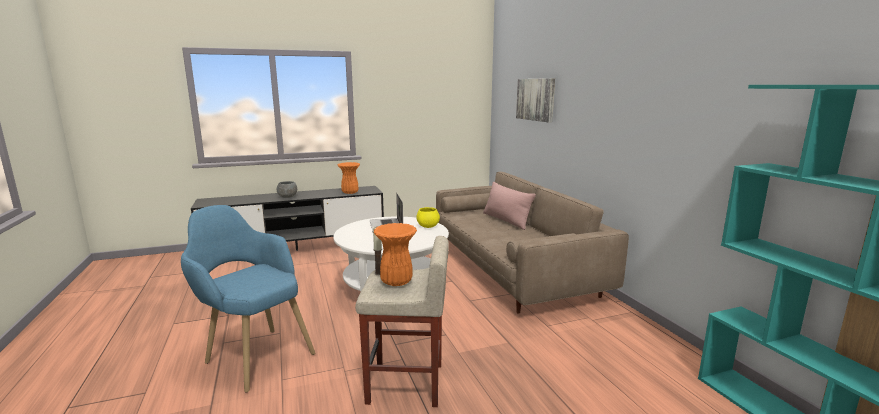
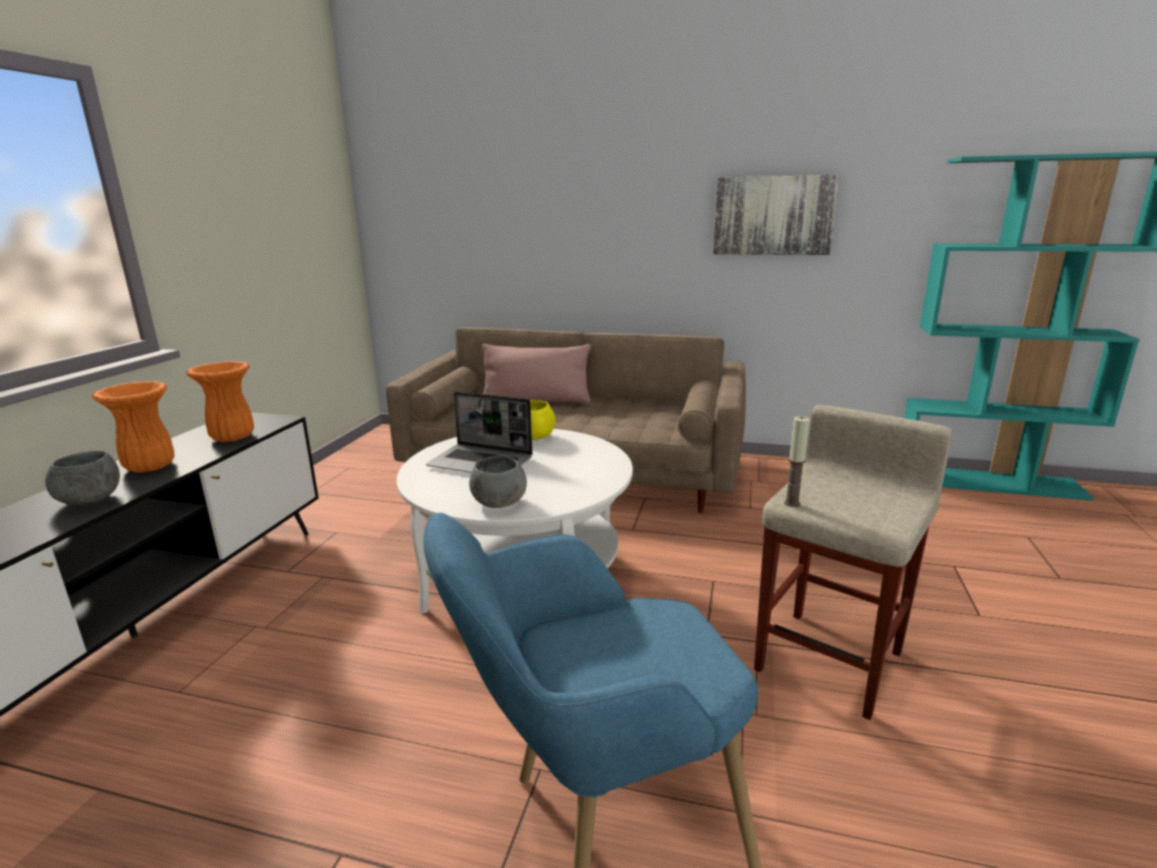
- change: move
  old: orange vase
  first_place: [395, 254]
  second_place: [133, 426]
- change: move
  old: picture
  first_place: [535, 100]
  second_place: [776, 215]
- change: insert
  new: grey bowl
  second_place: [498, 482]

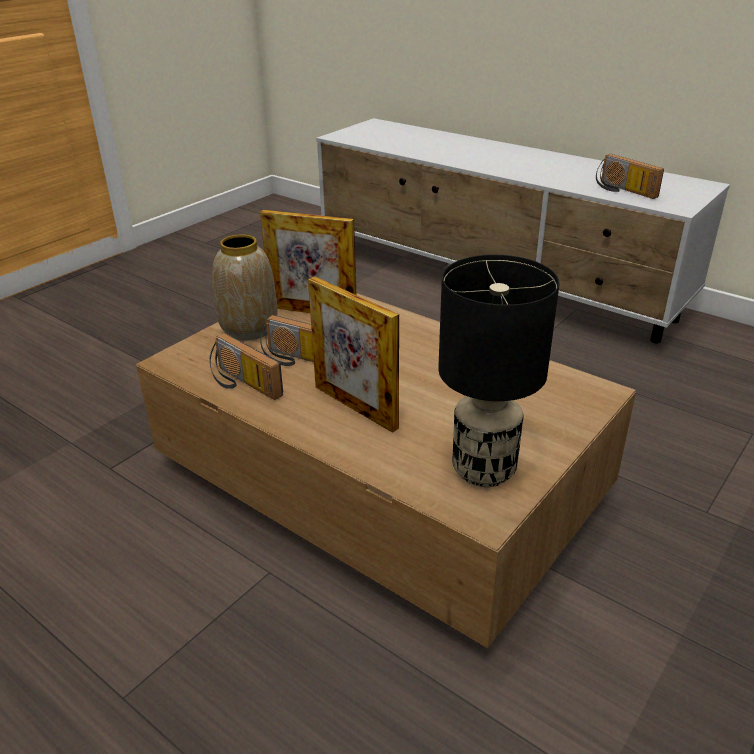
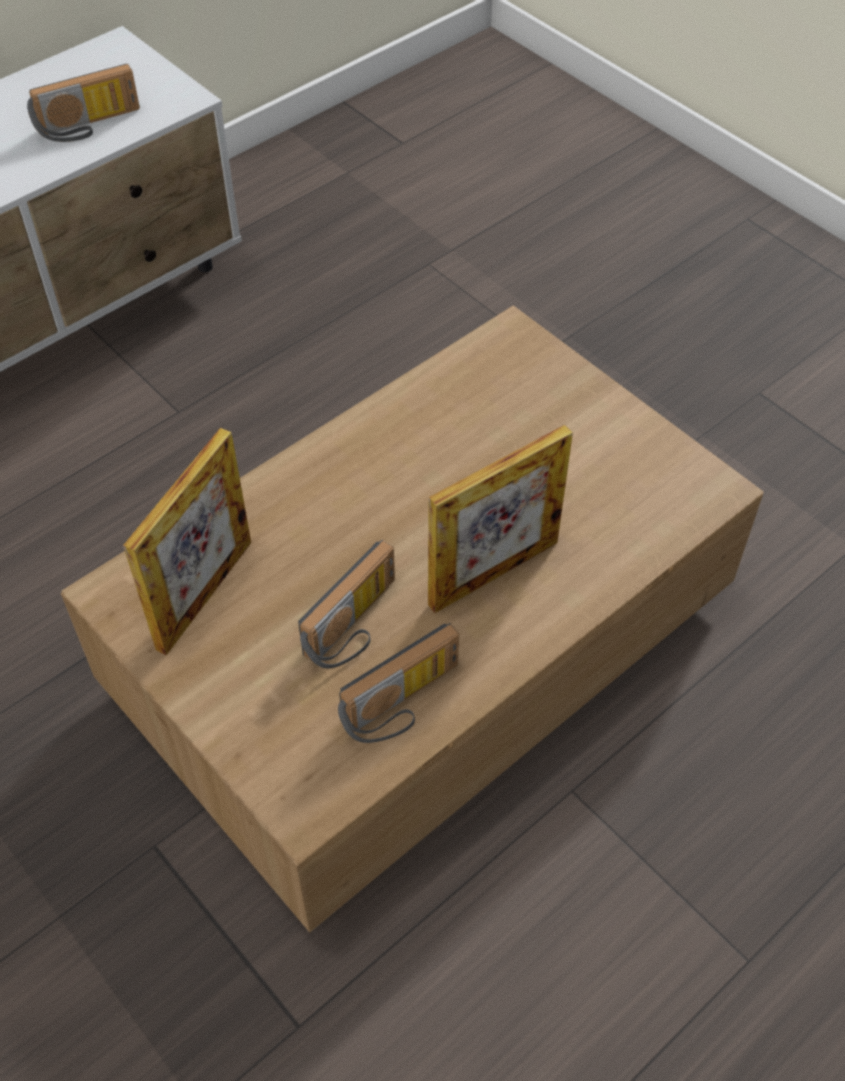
- change: delete
  old: vase
  first_place: [244, 288]
- change: delete
  old: black table lamp
  first_place: [499, 371]

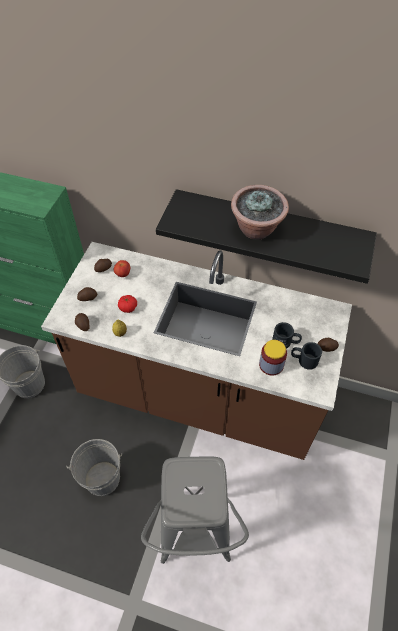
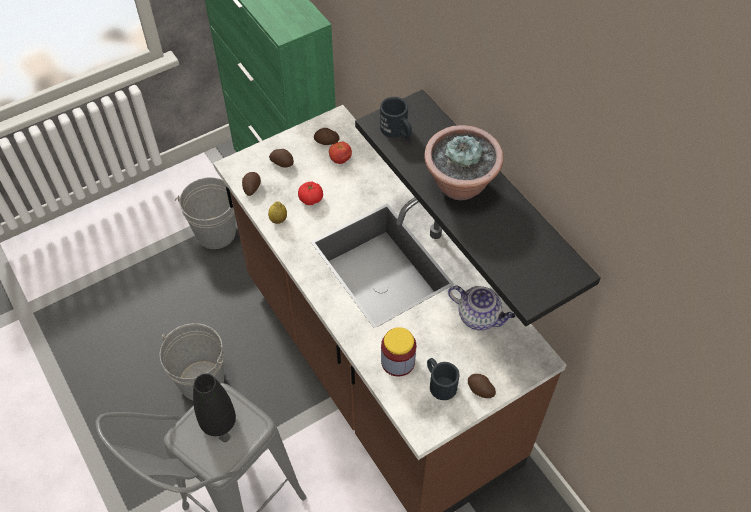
- change: move
  old: black mug
  first_place: [287, 335]
  second_place: [396, 117]
- change: insert
  new: black vase
  second_place: [214, 405]
- change: insert
  new: teapot
  second_place: [481, 308]

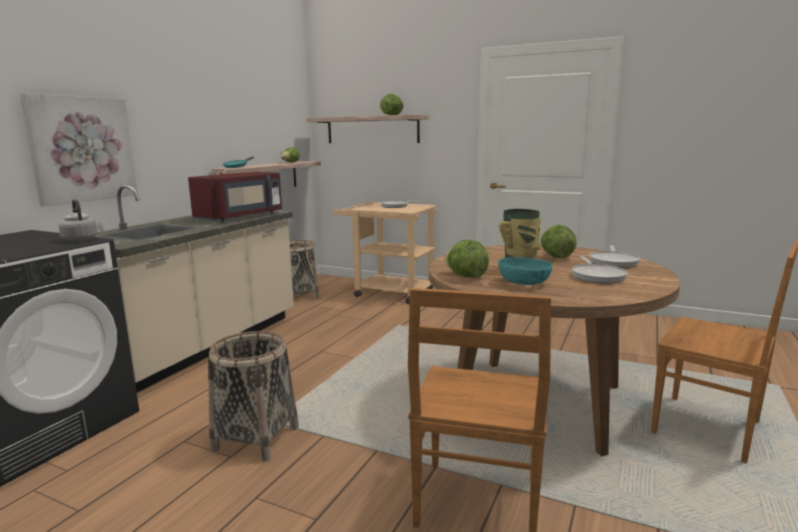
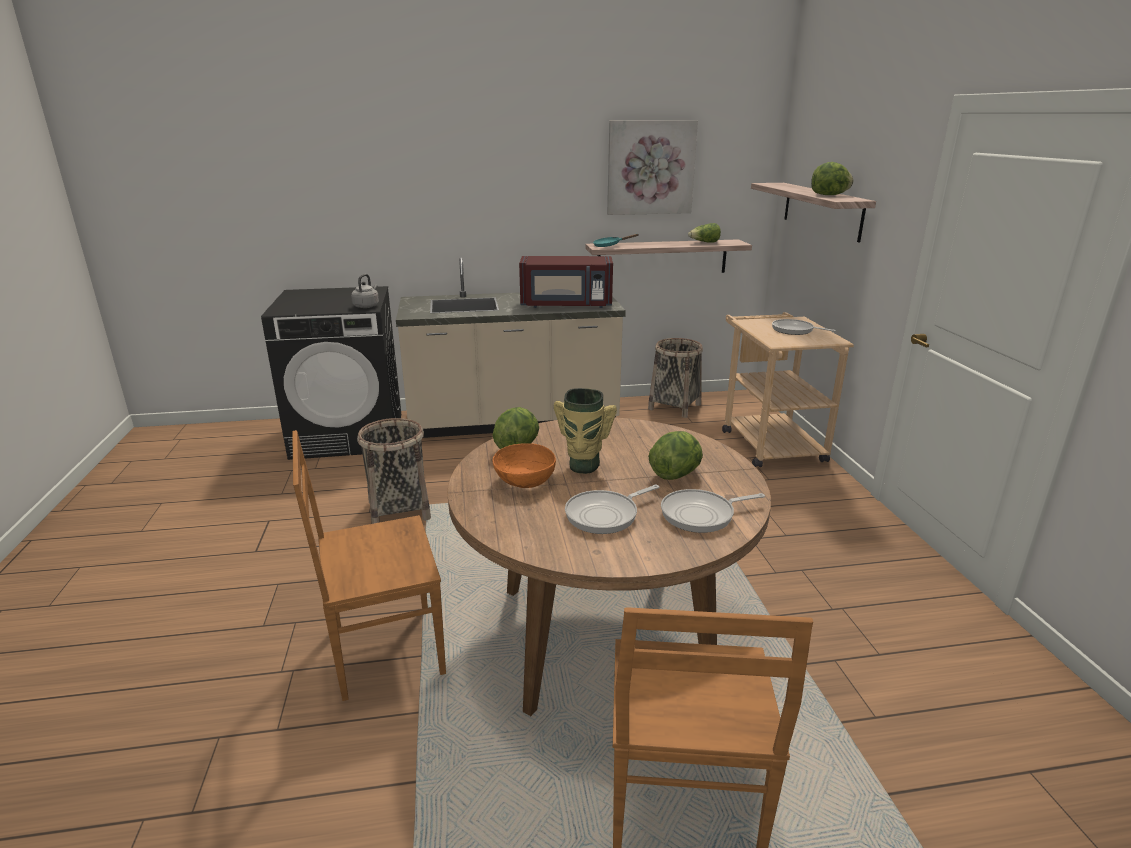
- change: move
  old: picture
  first_place: [79, 149]
  second_place: [652, 167]
- change: recolor
  old: turquoise bowl
  new: orange bowl
  first_place: [525, 271]
  second_place: [524, 465]

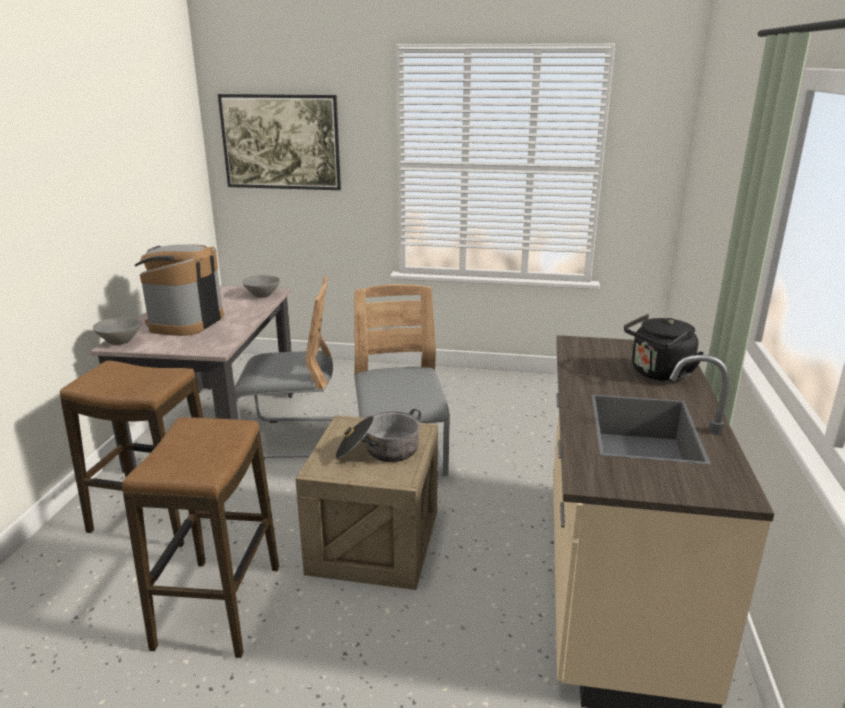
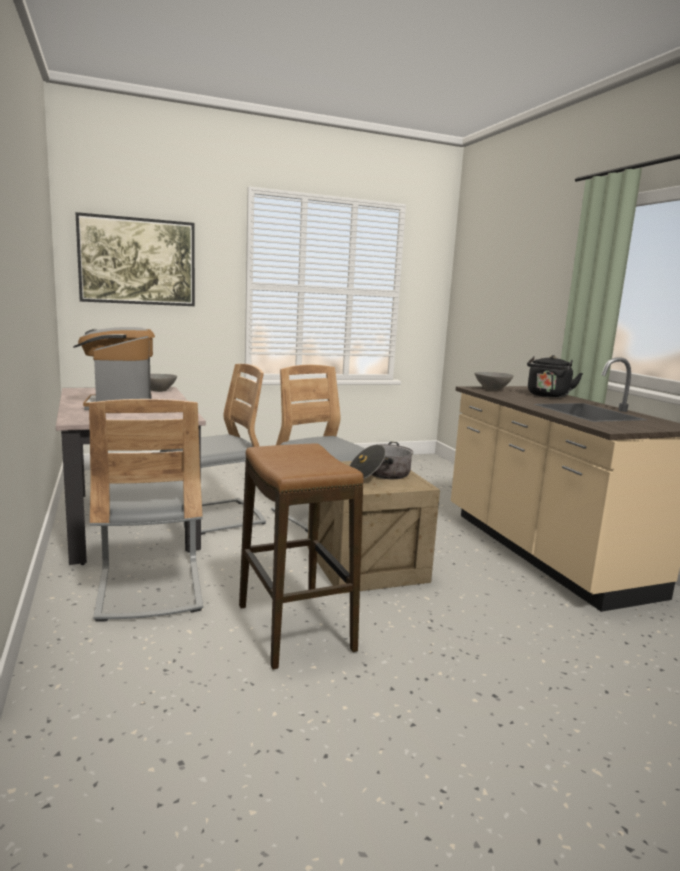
- change: replace
  old: stool
  new: grey chair
  first_place: [131, 454]
  second_place: [146, 510]
- change: move
  old: grey bowl
  first_place: [117, 331]
  second_place: [494, 381]

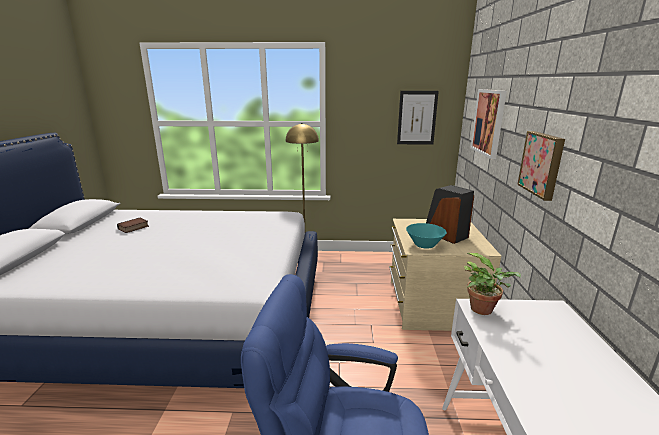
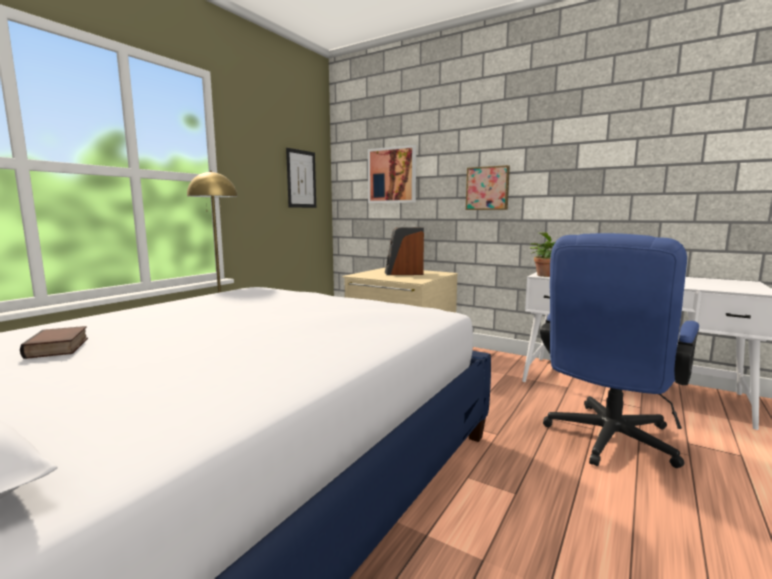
- change: delete
  old: turquoise bowl
  first_place: [426, 236]

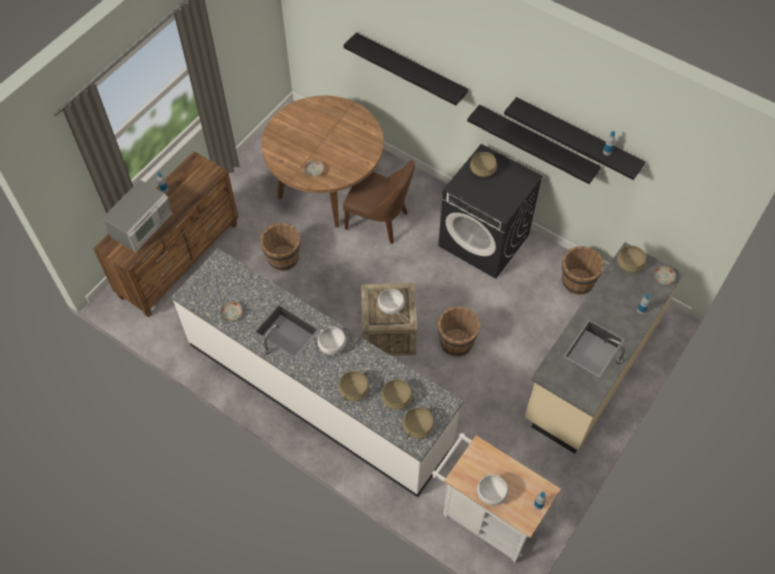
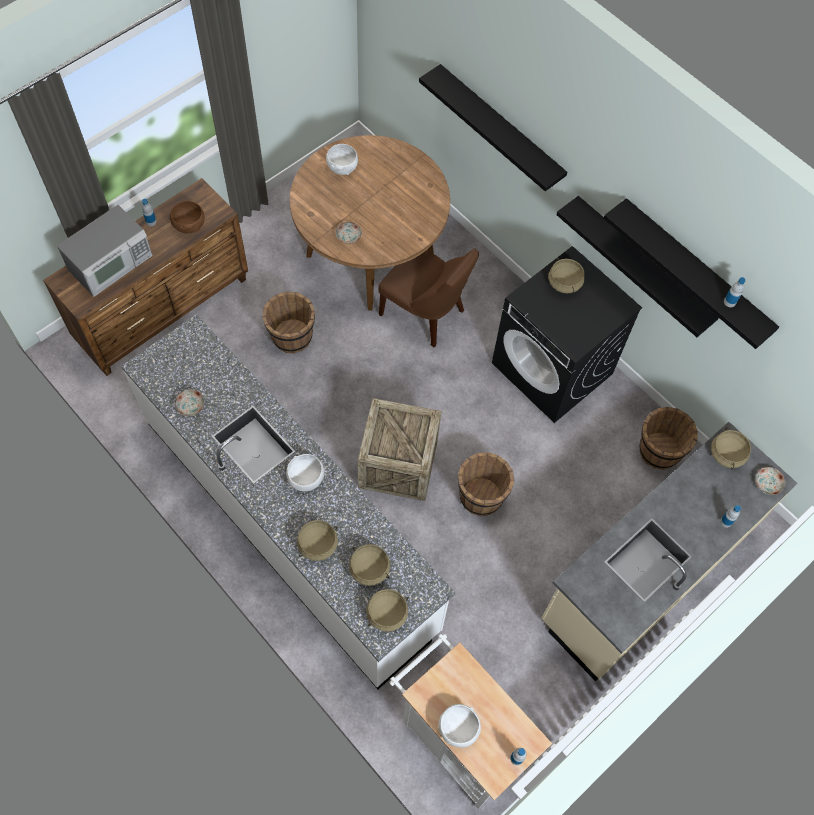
- change: move
  old: white bowl
  first_place: [391, 301]
  second_place: [342, 159]
- change: insert
  new: brown bowl
  second_place: [187, 217]

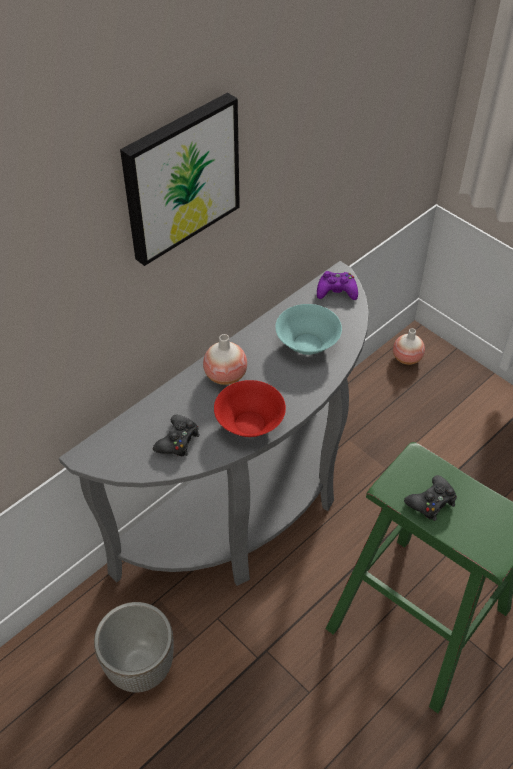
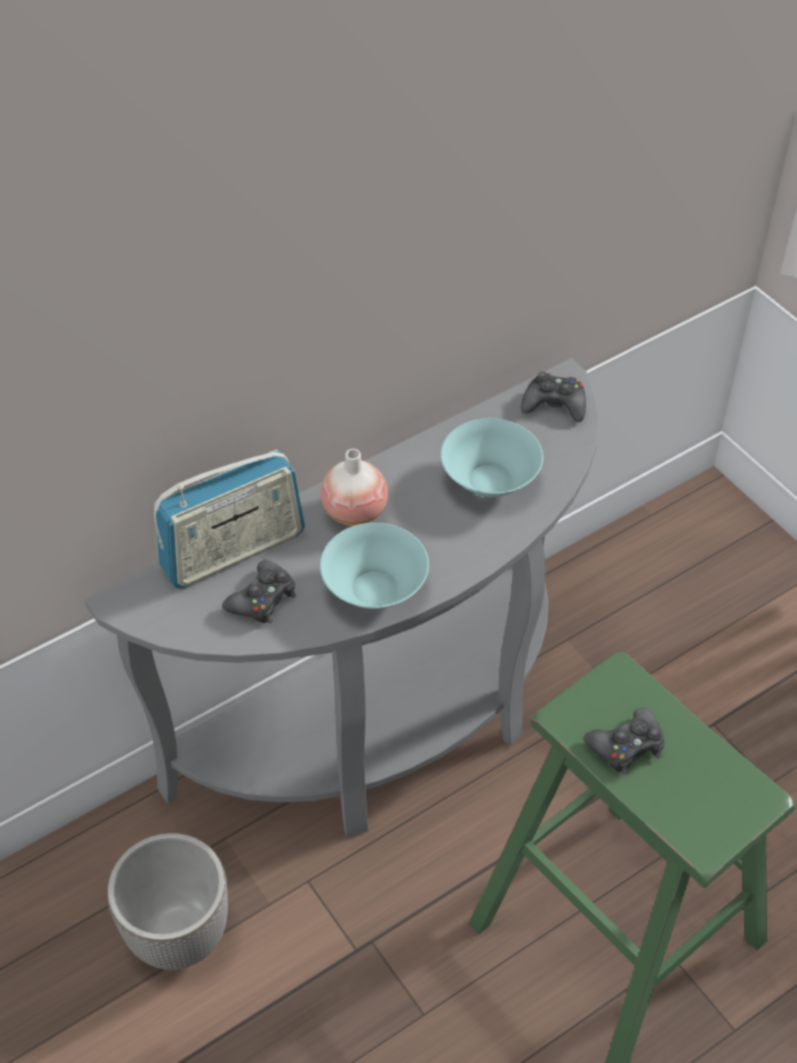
- change: delete
  old: picture
  first_place: [180, 179]
- change: recolor
  old: red bowl
  new: turquoise bowl
  first_place: [250, 408]
  second_place: [374, 566]
- change: recolor
  old: purple game controller
  new: black game controller
  first_place: [337, 285]
  second_place: [553, 397]
- change: delete
  old: vase
  first_place: [409, 346]
- change: insert
  new: radio
  second_place: [229, 519]

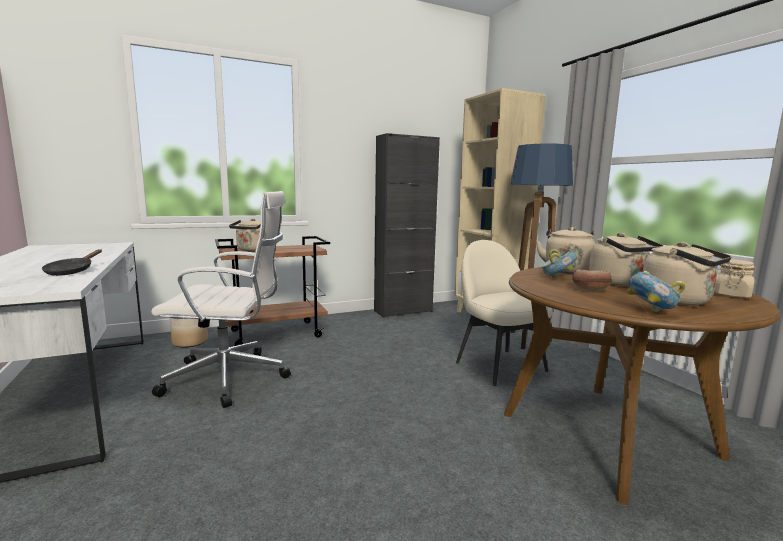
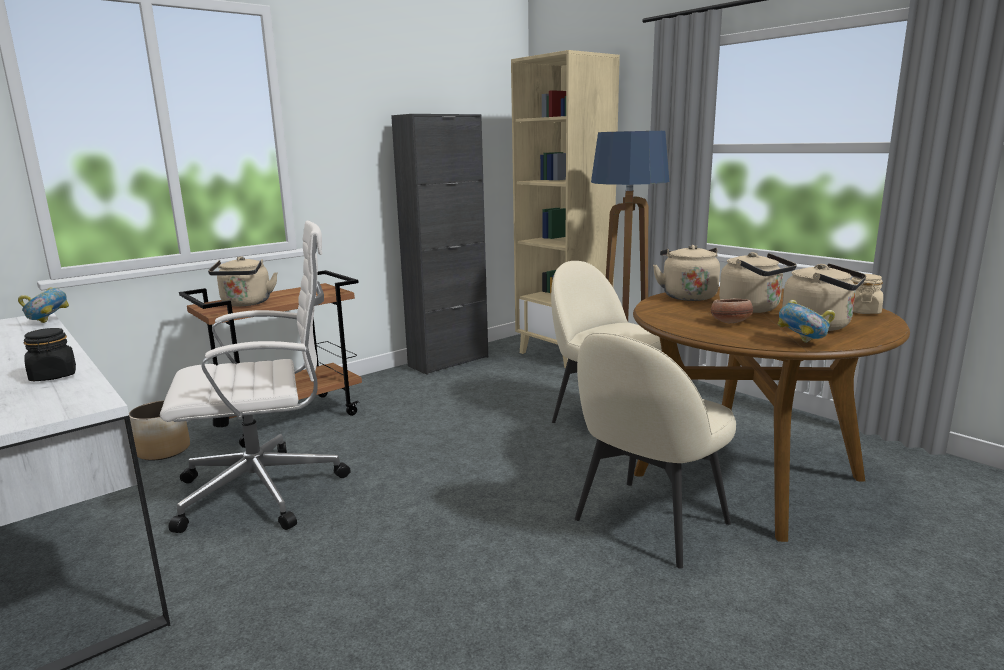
- change: replace
  old: black frying pan
  new: black jar
  first_place: [72, 262]
  second_place: [50, 354]
- change: move
  old: bowl
  first_place: [559, 263]
  second_place: [43, 305]
- change: insert
  new: beige chair
  second_place: [655, 451]

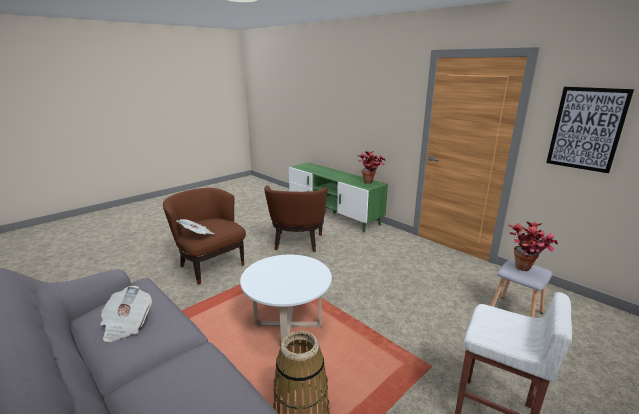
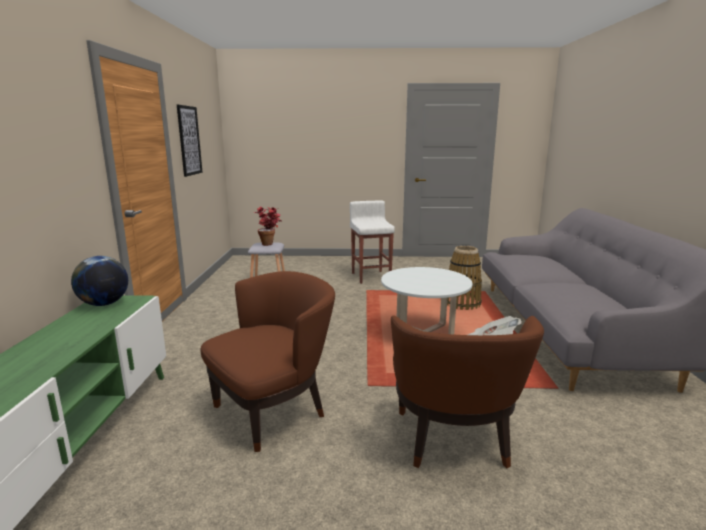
- change: delete
  old: newspaper
  first_place: [126, 314]
- change: replace
  old: potted plant
  new: globe
  first_place: [371, 167]
  second_place: [99, 281]

